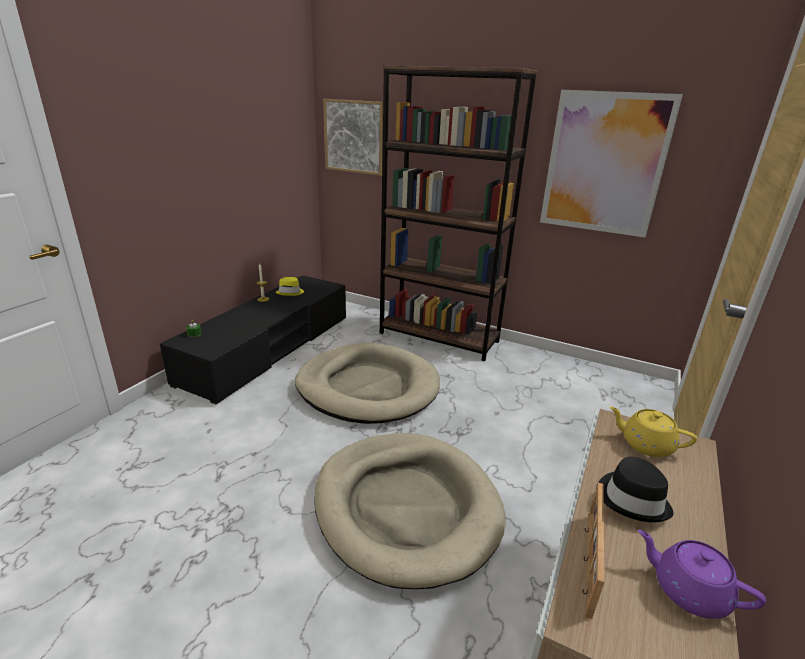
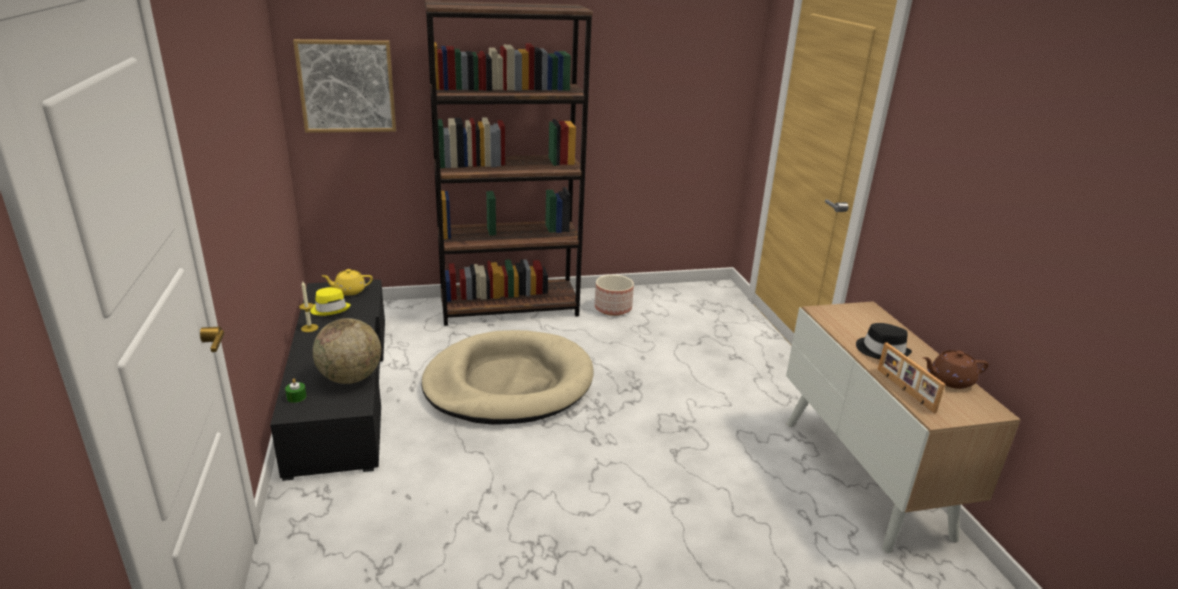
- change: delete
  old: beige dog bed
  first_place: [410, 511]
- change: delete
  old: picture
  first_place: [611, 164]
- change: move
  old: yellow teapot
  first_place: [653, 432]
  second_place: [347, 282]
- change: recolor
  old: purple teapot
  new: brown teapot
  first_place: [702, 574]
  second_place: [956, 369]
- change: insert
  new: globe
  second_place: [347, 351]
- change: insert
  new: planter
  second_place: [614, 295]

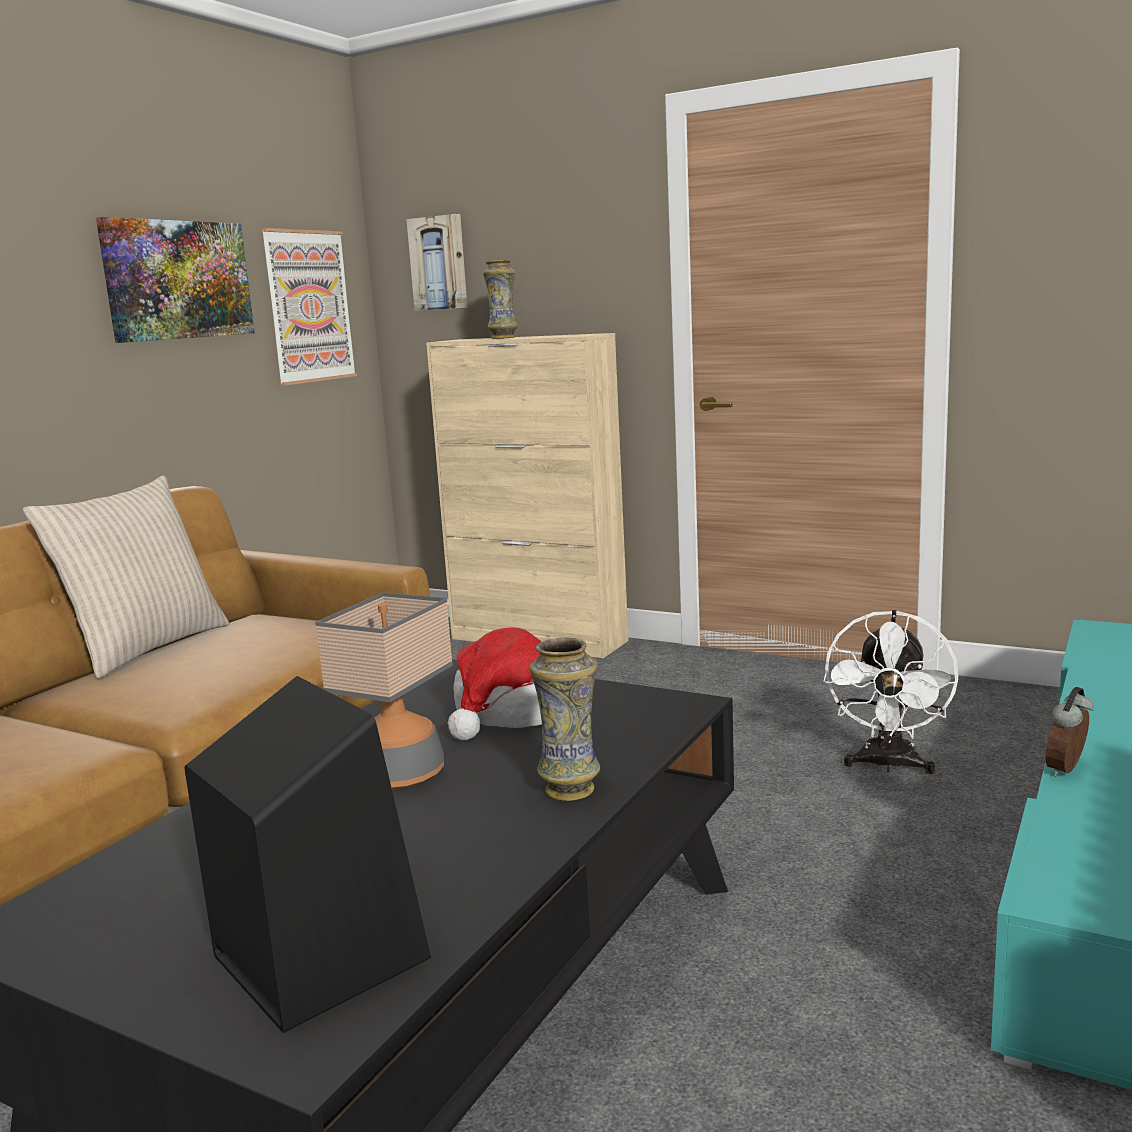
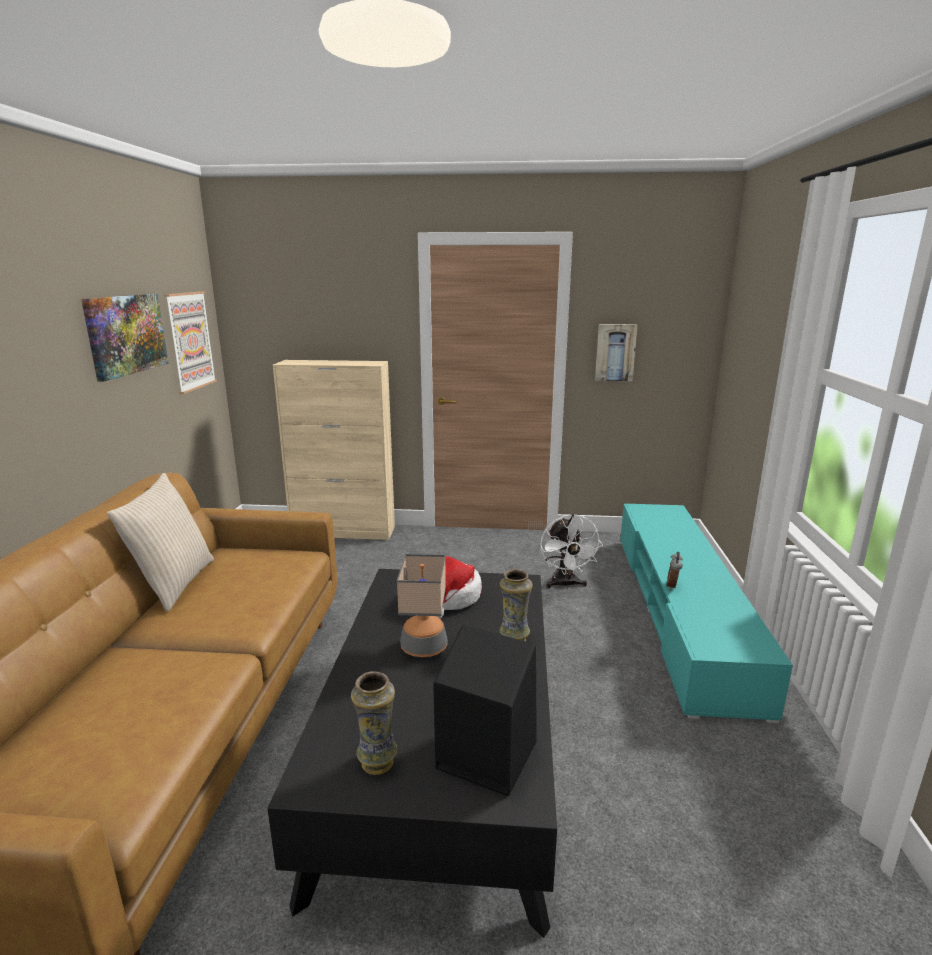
- change: move
  old: picture
  first_place: [436, 262]
  second_place: [616, 352]
- change: move
  old: vase
  first_place: [500, 299]
  second_place: [374, 723]

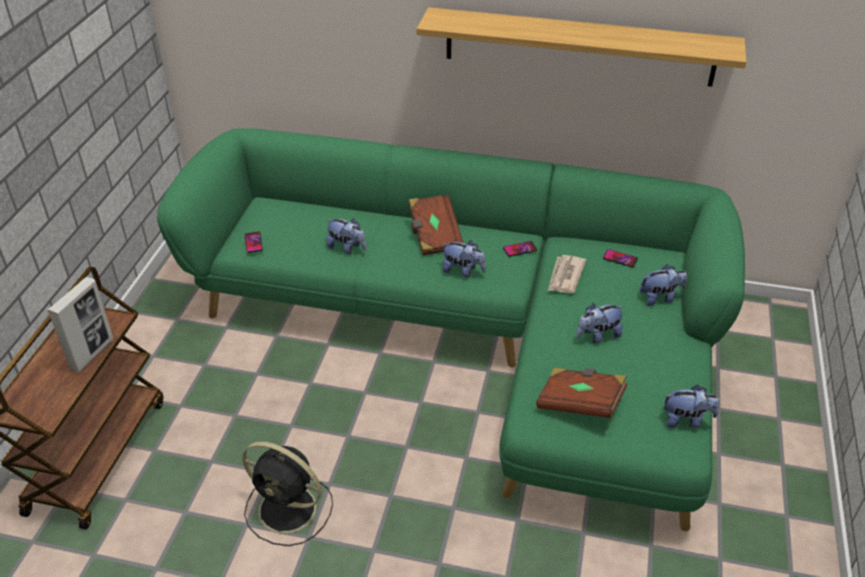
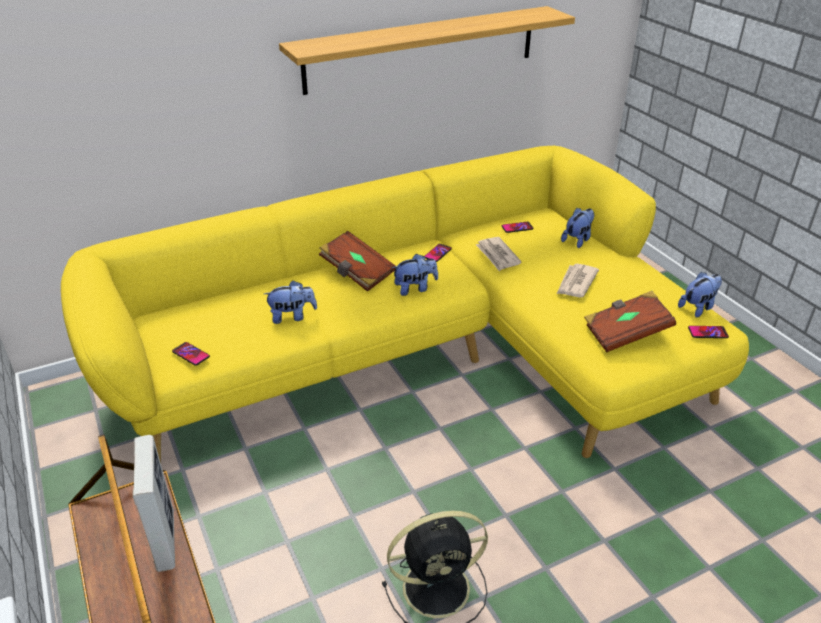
- change: recolor
  old: green sofa
  new: yellow sofa
  first_place: [451, 329]
  second_place: [405, 304]
- change: replace
  old: plush toy
  new: newspaper
  first_place: [600, 323]
  second_place: [578, 281]
- change: insert
  new: phone
  second_place: [708, 332]

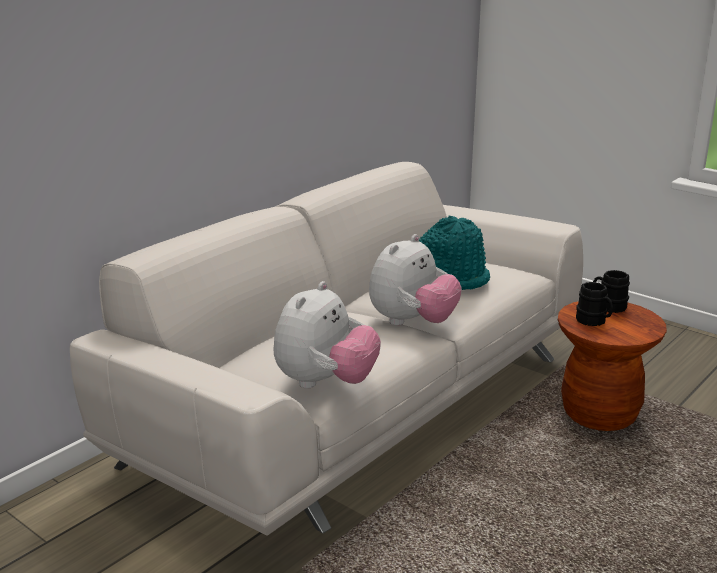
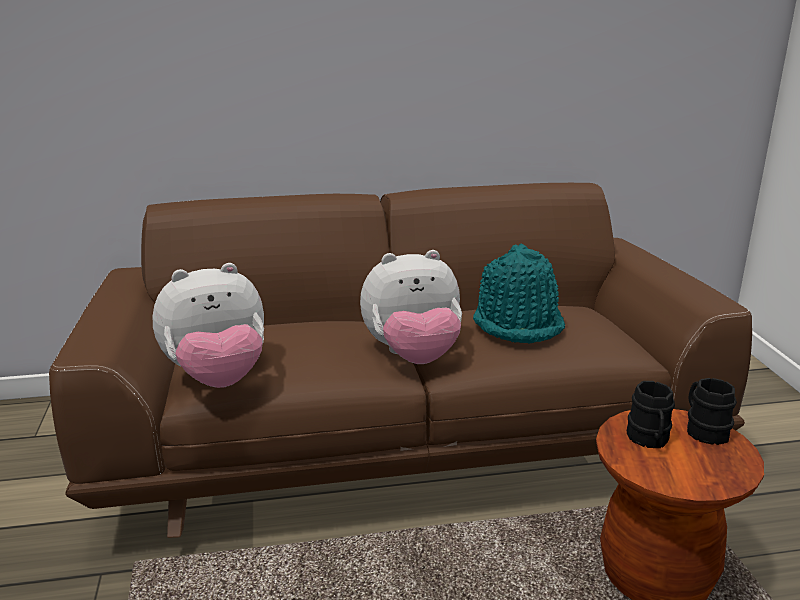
- change: recolor
  old: white sofa
  new: brown sofa
  first_place: [326, 349]
  second_place: [400, 360]

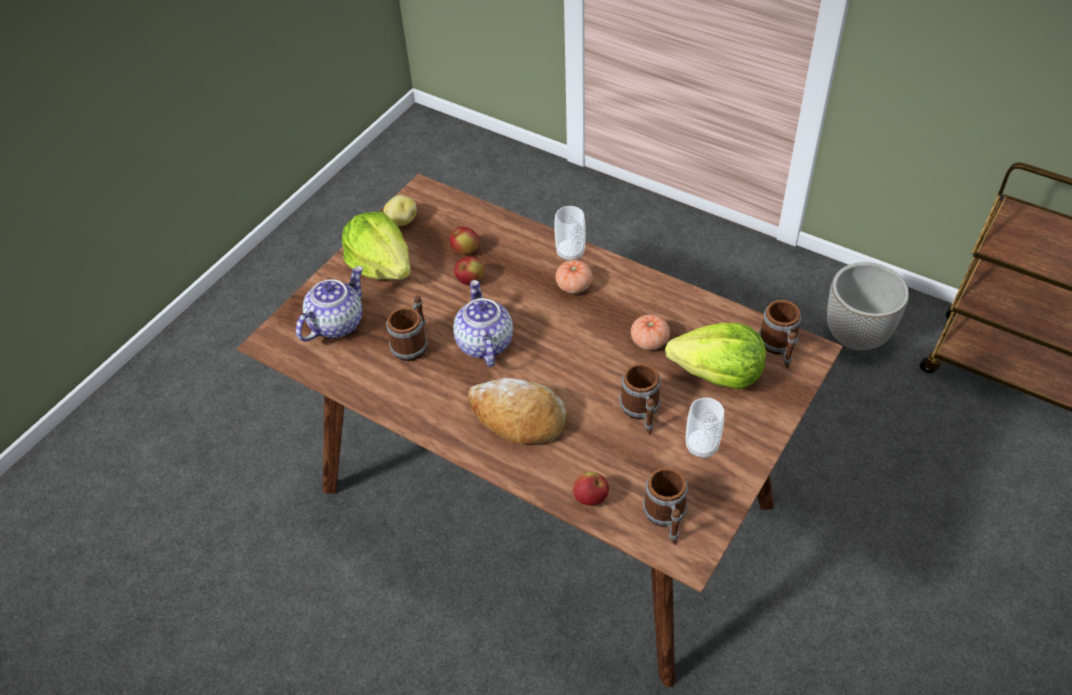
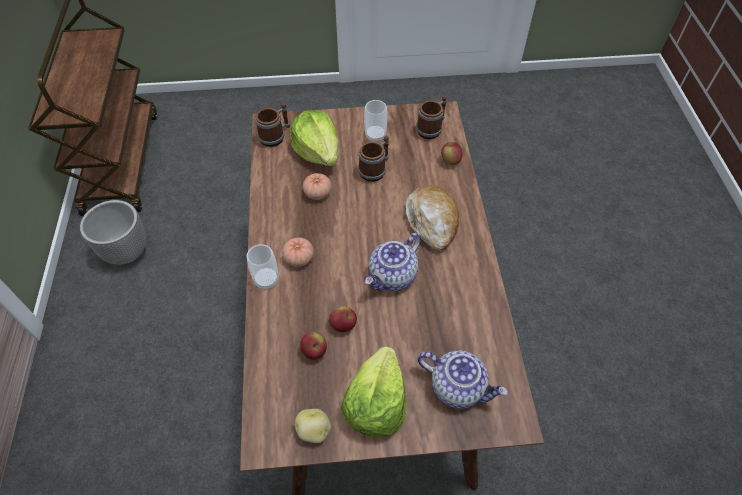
- change: rotate
  old: teapot
  first_place: [329, 303]
  second_place: [462, 380]
  degrees: -150
- change: delete
  old: mug
  first_place: [407, 328]

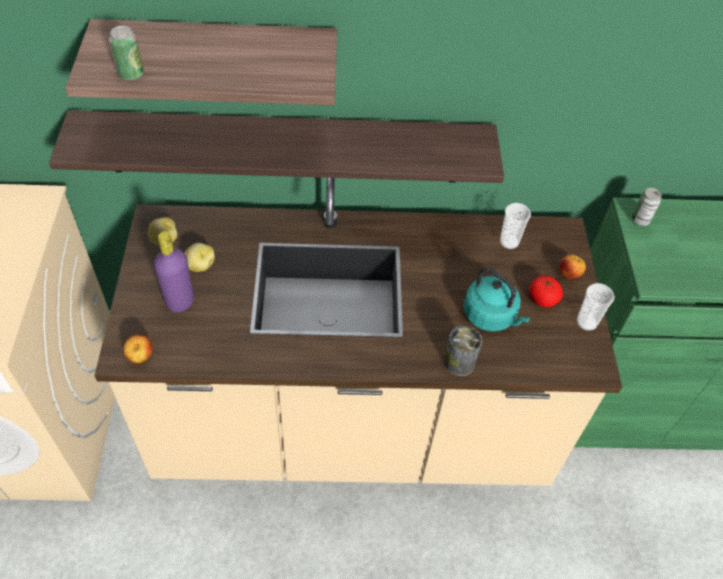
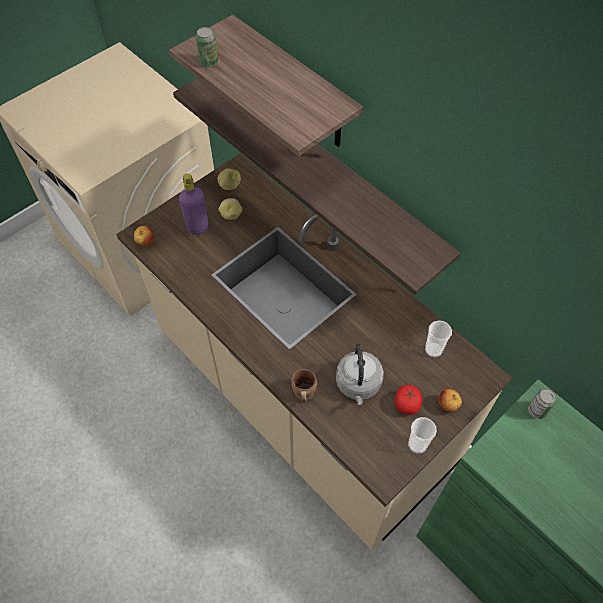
- change: replace
  old: can
  new: brown mug
  first_place: [463, 351]
  second_place: [304, 385]
- change: recolor
  old: turquoise kettle
  new: grey kettle
  first_place: [496, 299]
  second_place: [360, 374]

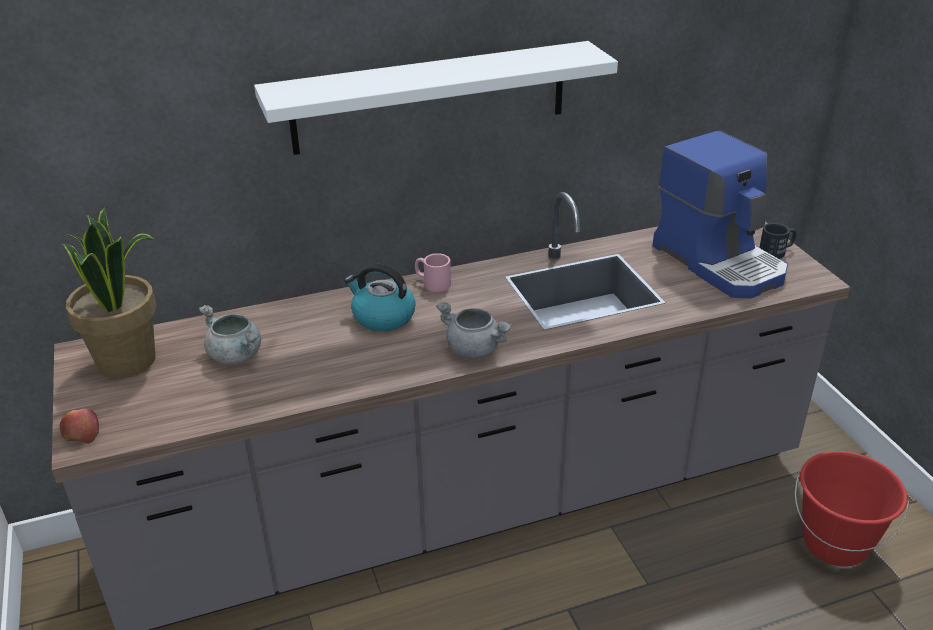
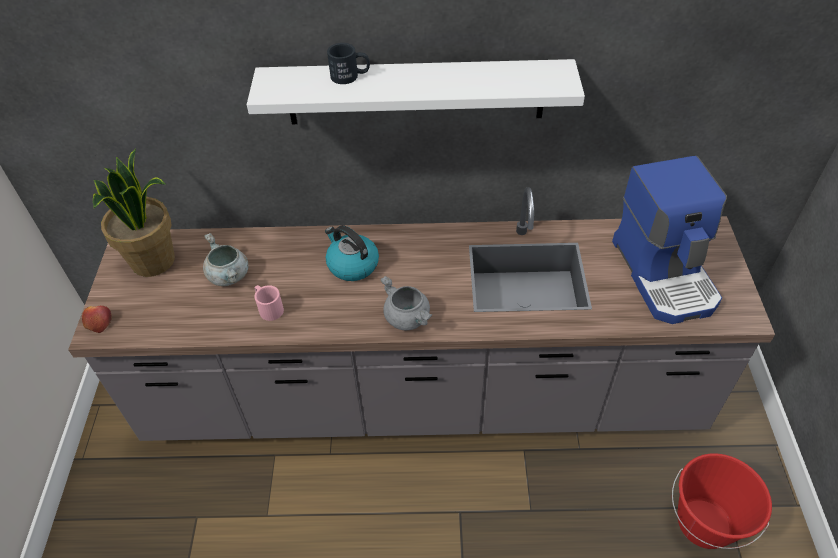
- change: move
  old: pink mug
  first_place: [433, 272]
  second_place: [269, 303]
- change: move
  old: black mug
  first_place: [778, 241]
  second_place: [348, 63]

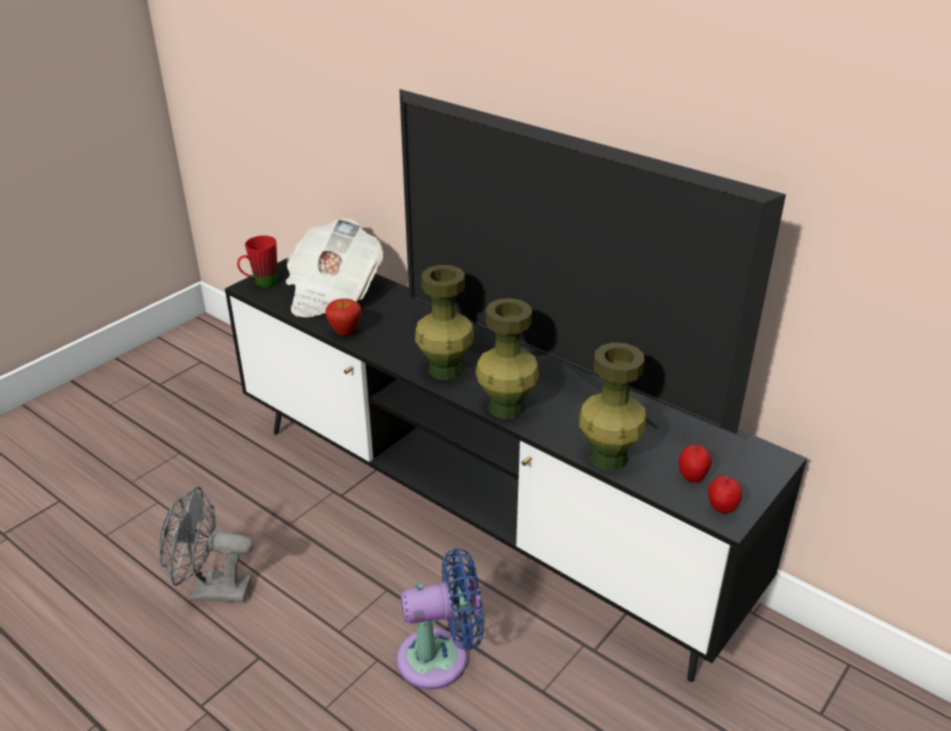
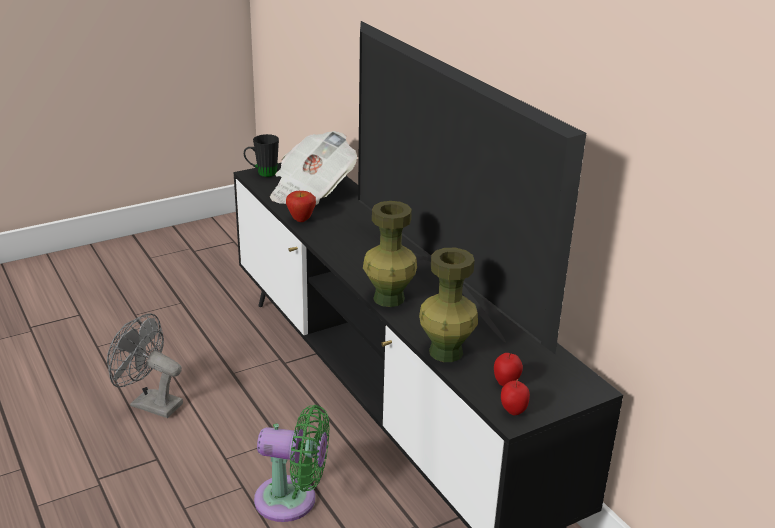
- change: recolor
  old: red mug
  new: black mug
  first_place: [257, 261]
  second_place: [261, 155]
- change: recolor
  old: blue fan
  new: green fan
  first_place: [440, 619]
  second_place: [291, 463]
- change: delete
  old: green vase
  first_place: [444, 322]

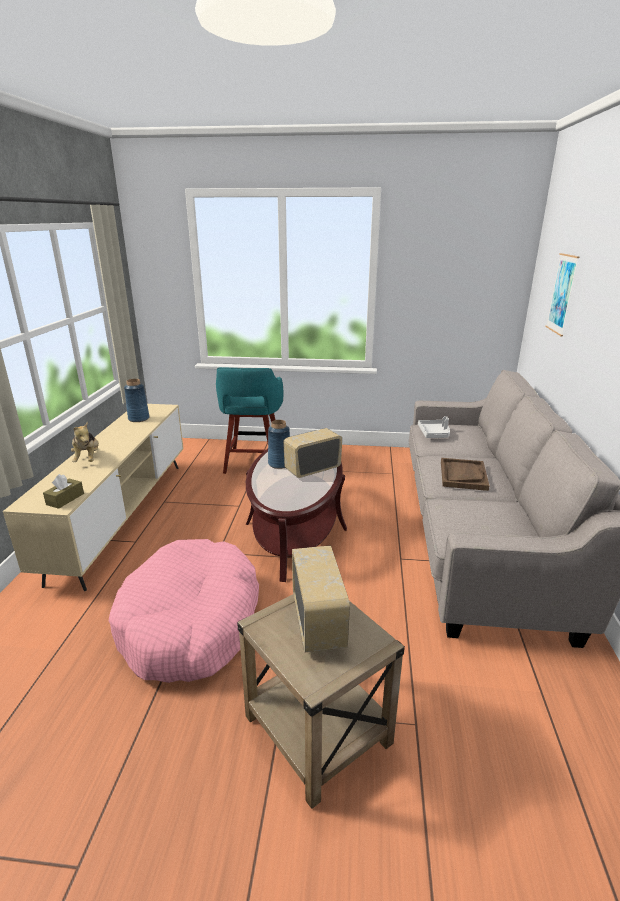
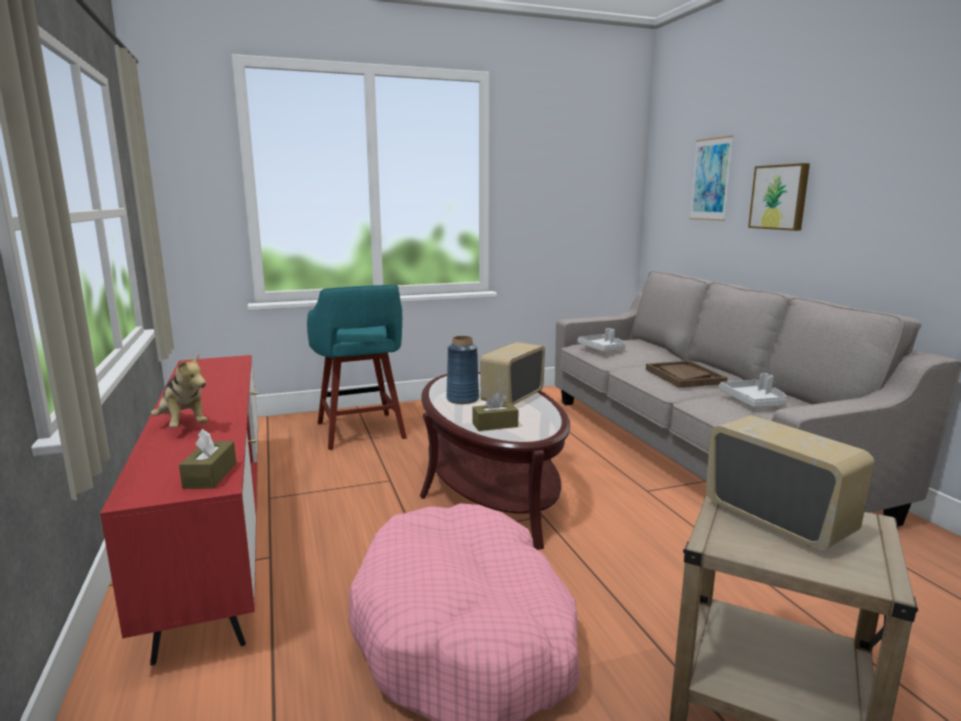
- change: recolor
  old: beige tv stand
  new: red tv stand
  first_place: [93, 497]
  second_place: [179, 510]
- change: delete
  old: blue vase
  first_place: [137, 400]
- change: insert
  new: brown tissue box
  second_place: [495, 411]
- change: insert
  new: grey tray
  second_place: [753, 390]
- change: insert
  new: picture
  second_place: [779, 197]

